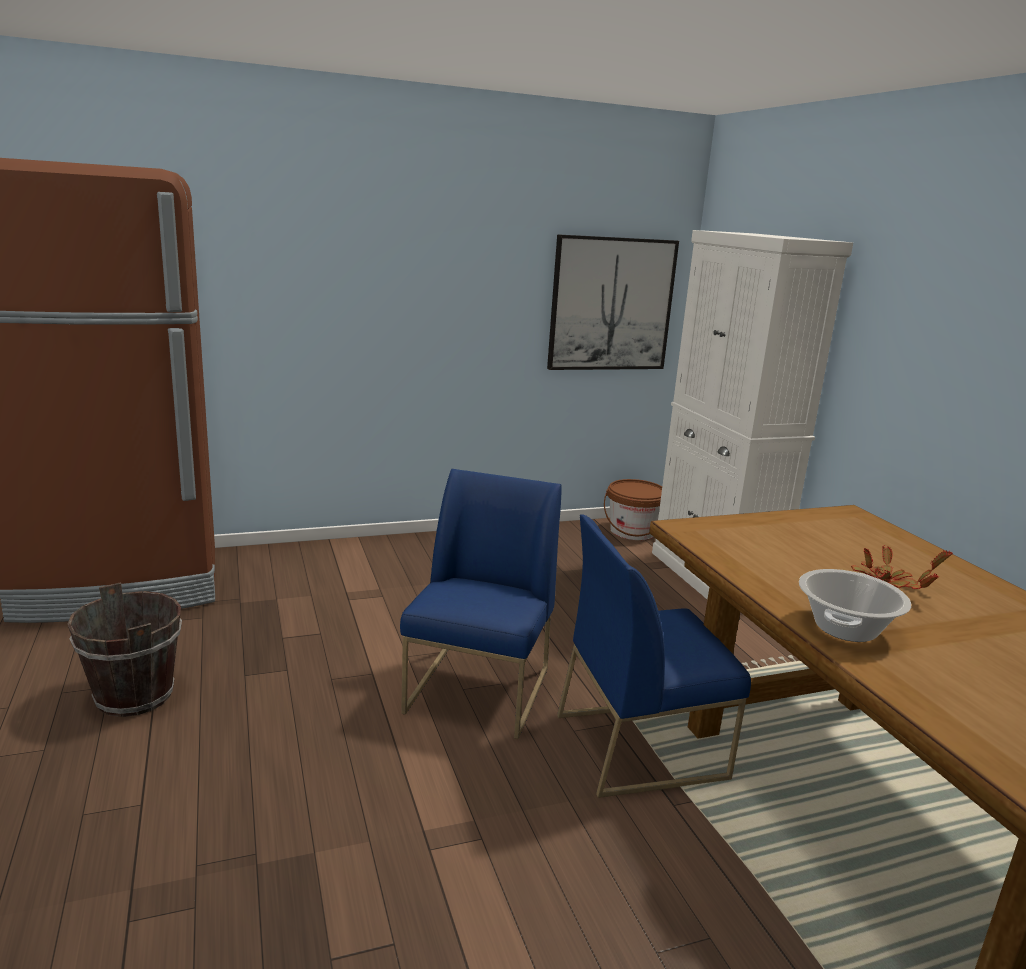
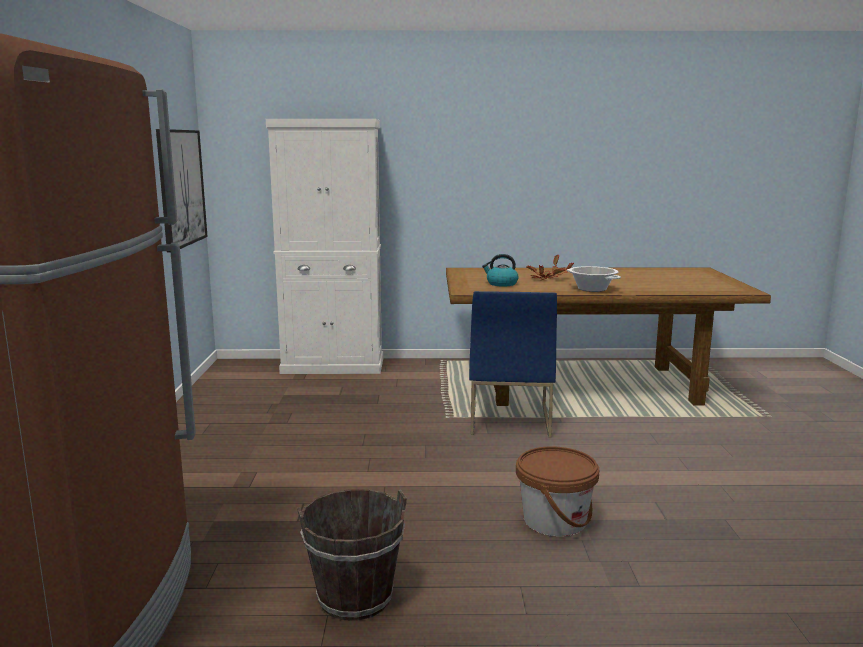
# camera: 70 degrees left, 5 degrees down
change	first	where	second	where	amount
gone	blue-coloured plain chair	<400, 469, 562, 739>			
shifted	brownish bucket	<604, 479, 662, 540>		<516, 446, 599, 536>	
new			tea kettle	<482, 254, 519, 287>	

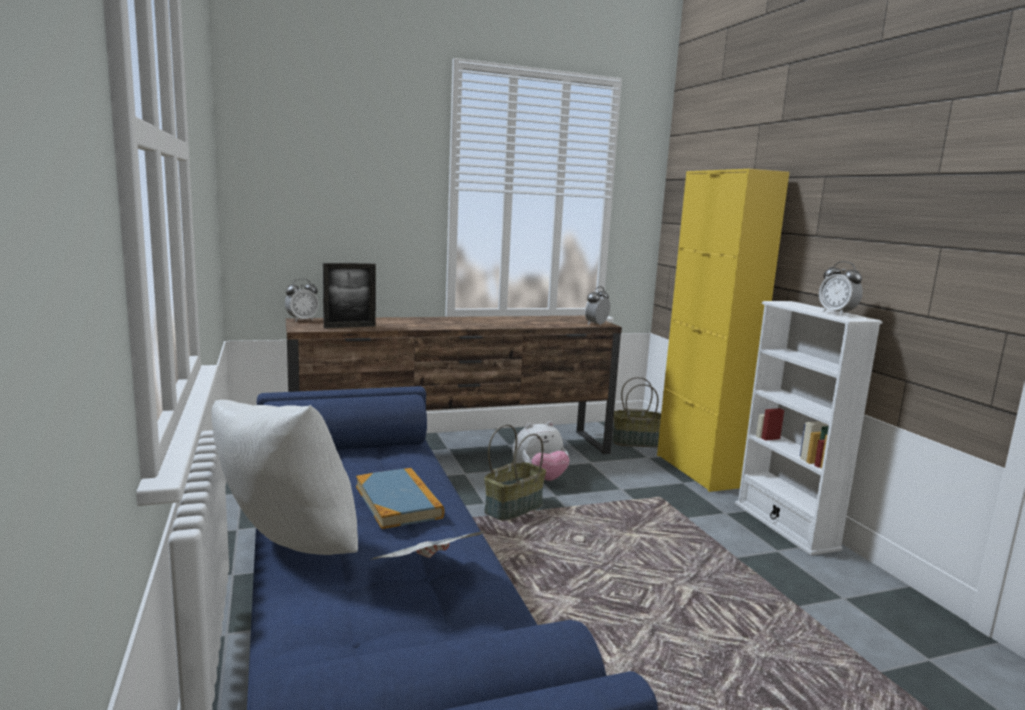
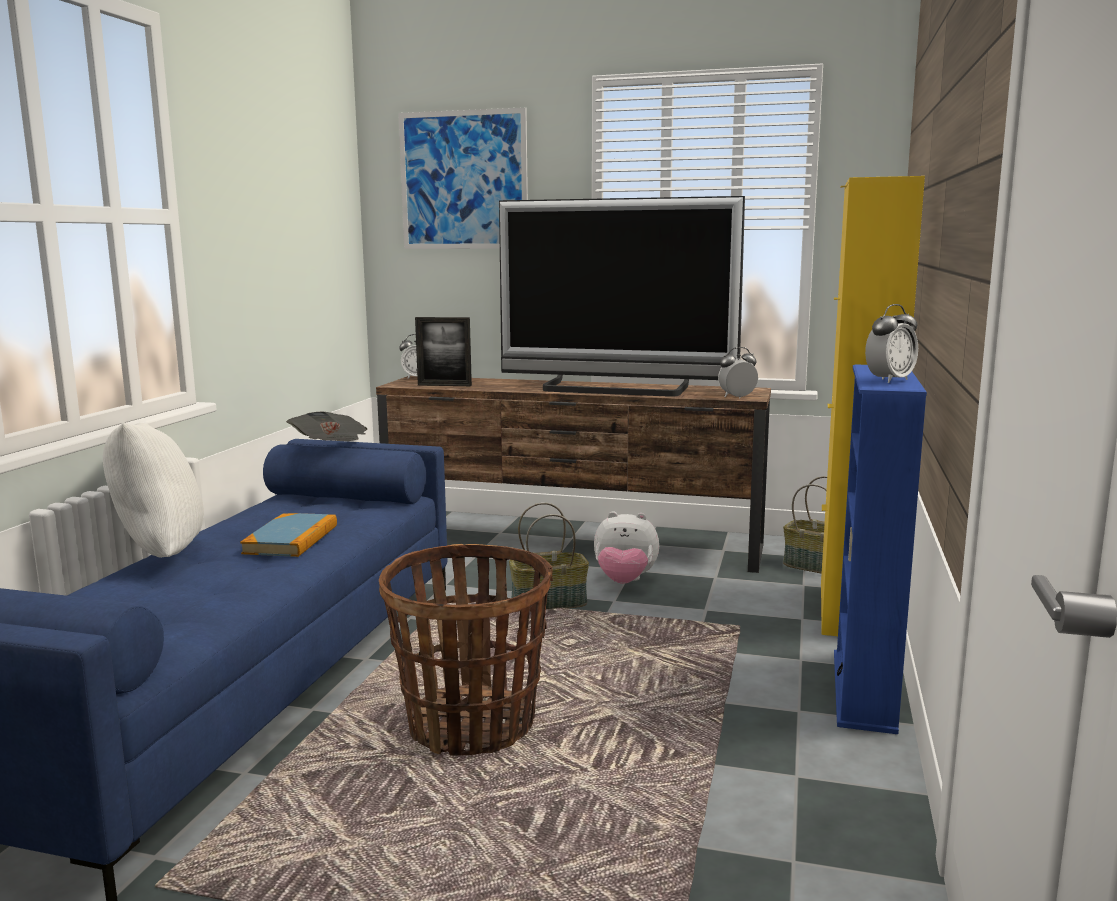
# camera: 35 degrees right, 0 degrees up
change	first	where	second	where	amount
shifted	printed paper	<369, 531, 486, 560>		<286, 412, 368, 441>	
repainted	white shelving unit	<735, 301, 883, 556>	blue-coloured shelving unit	<834, 364, 927, 734>	
rotated	alarm clock	<819, 261, 863, 316>		<865, 304, 918, 383>	135 degrees counterclockwise
new			storage basket	<379, 544, 553, 756>	
new			picture	<398, 107, 528, 249>	
new			TV set	<499, 196, 745, 397>	

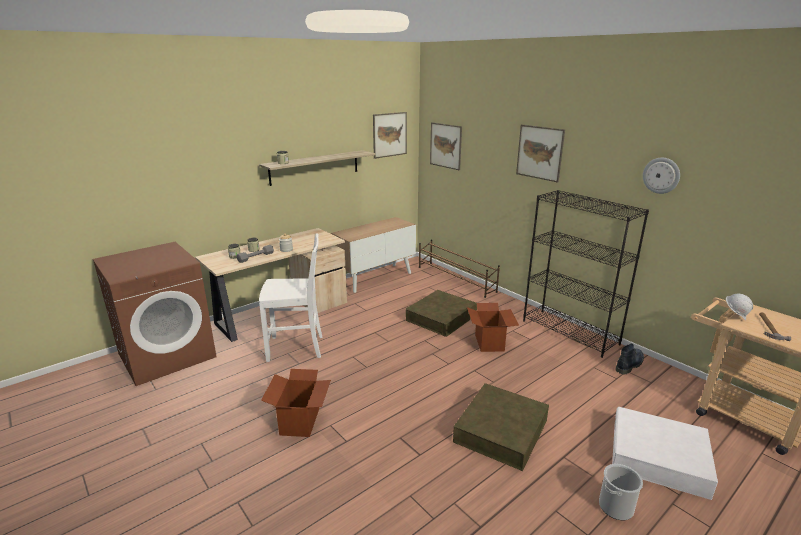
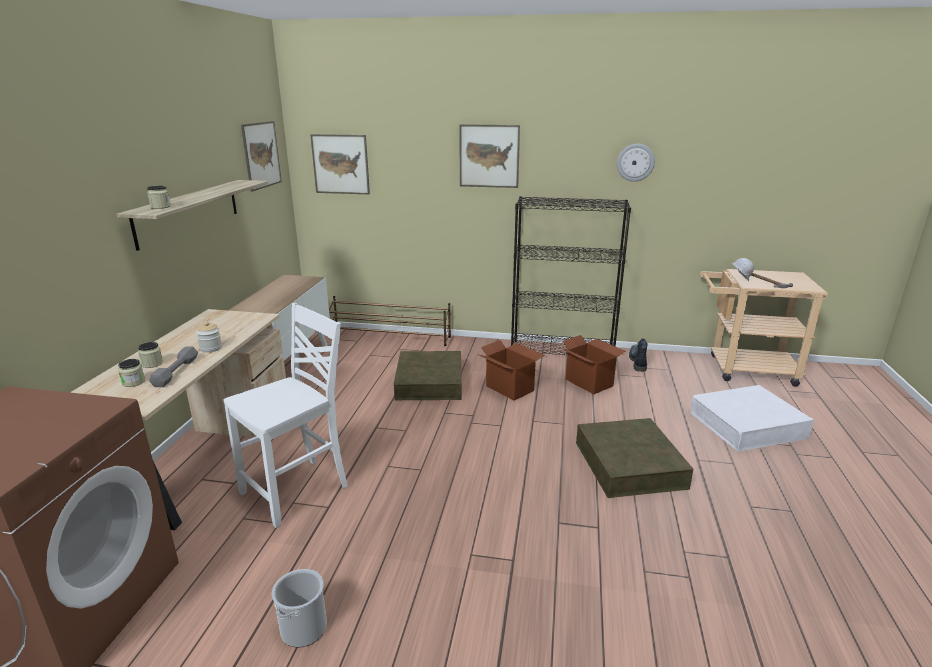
# camera: 40 degrees left, 0 degrees up
change	first	where	second	where	amount
shifted	packing box	<261, 369, 331, 437>		<560, 335, 626, 394>	
shifted	bucket	<599, 464, 643, 520>		<272, 569, 327, 648>	

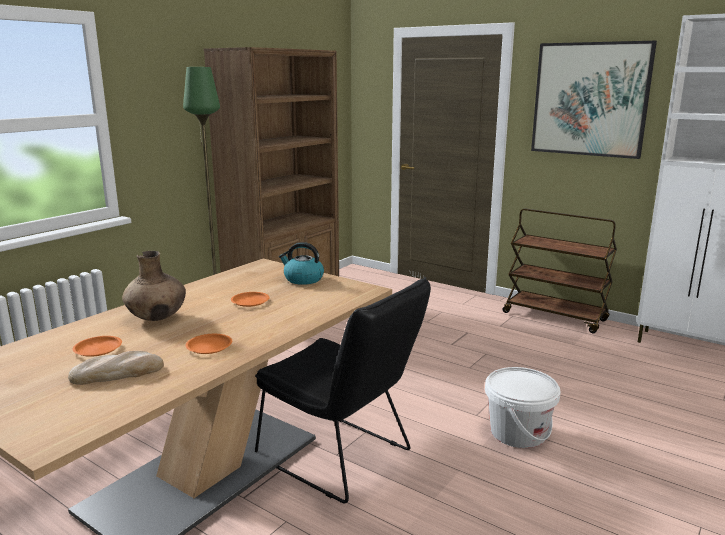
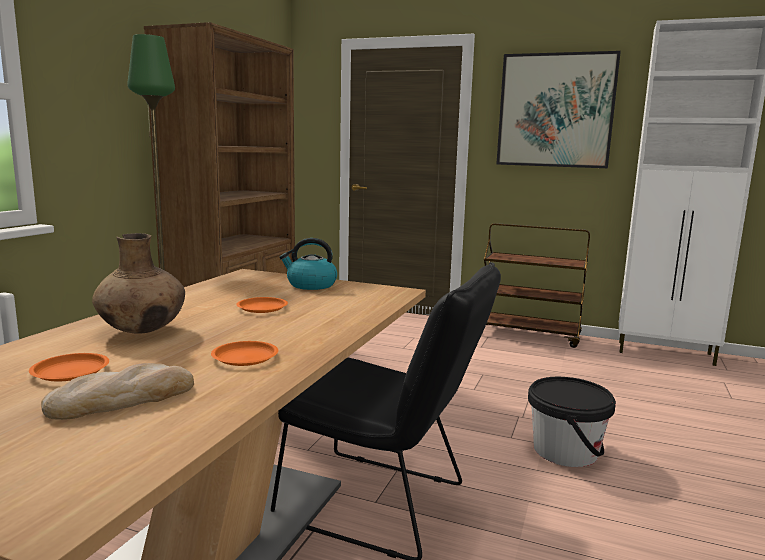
# camera: 15 degrees left, 5 degrees down
change	first	where	second	where	amount
repainted	white bucket	<485, 367, 560, 448>	black-coloured bucket	<528, 377, 616, 467>	

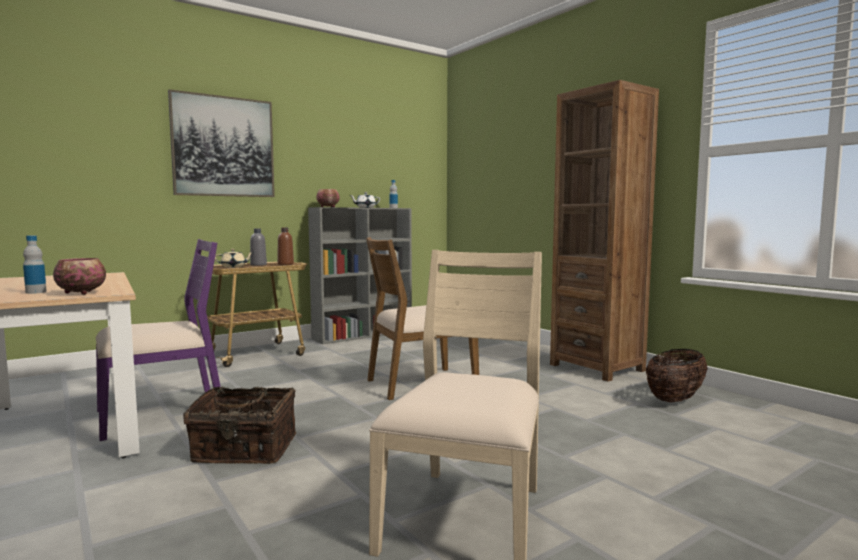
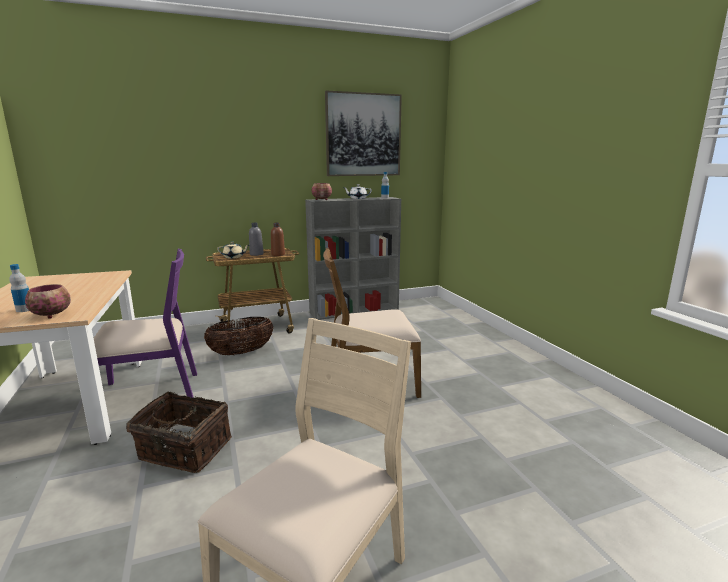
# camera: 15 degrees right, 10 degrees up
change	first	where	second	where	amount
shifted	picture	<168, 89, 275, 197>		<325, 91, 402, 176>	
gone	brownish shelving unit	<550, 80, 659, 381>			
shifted	storage basket	<646, 349, 708, 403>		<204, 317, 274, 355>	

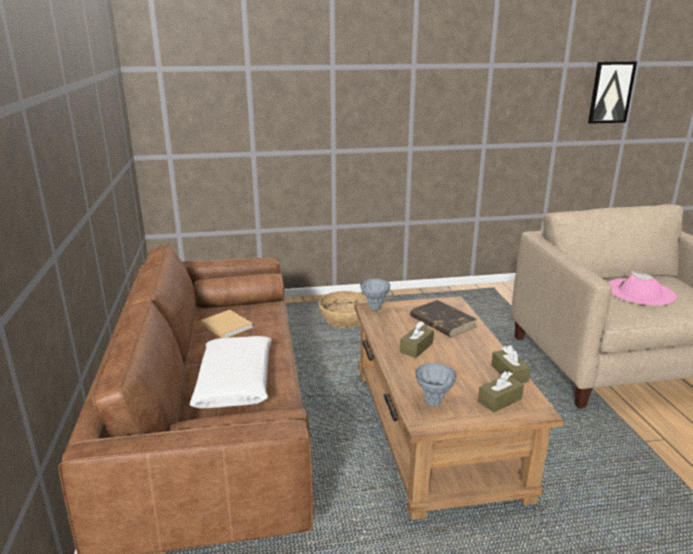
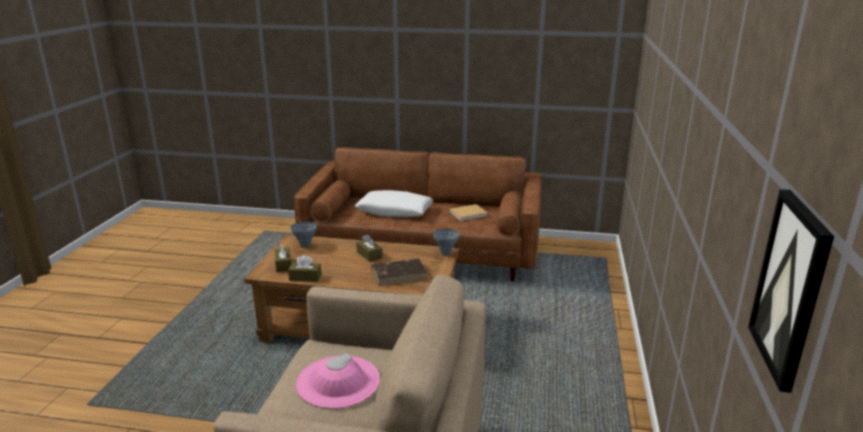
# camera: 110 degrees right, 0 degrees up
change	first	where	second	where	amount
gone	storage basket	<319, 291, 368, 328>			

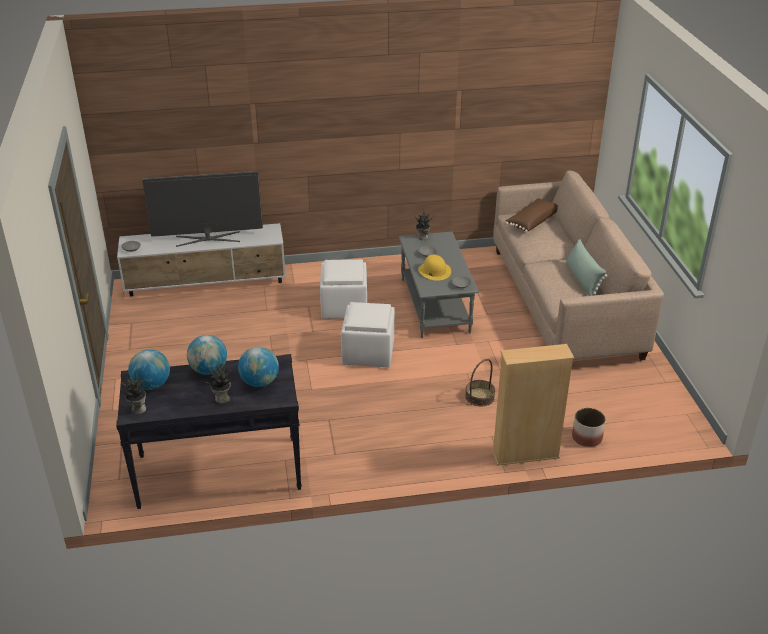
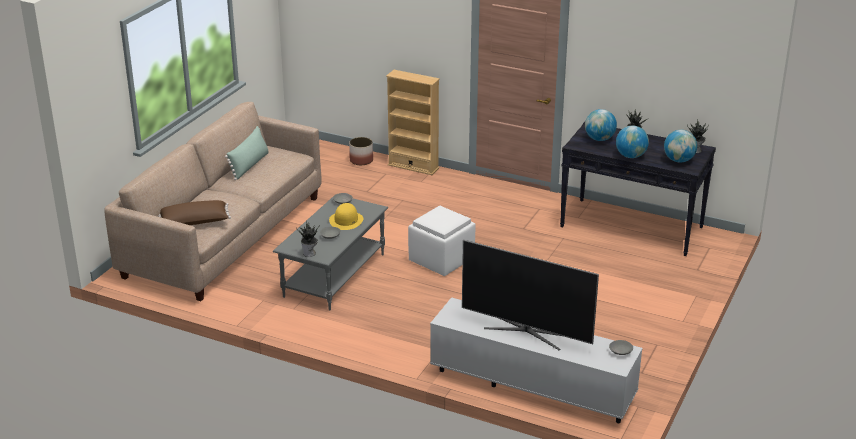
# camera: 145 degrees left, 5 degrees down
change	first	where	second	where	amount
gone	white footrest	<320, 259, 367, 319>			
gone	storage basket	<465, 359, 495, 406>			

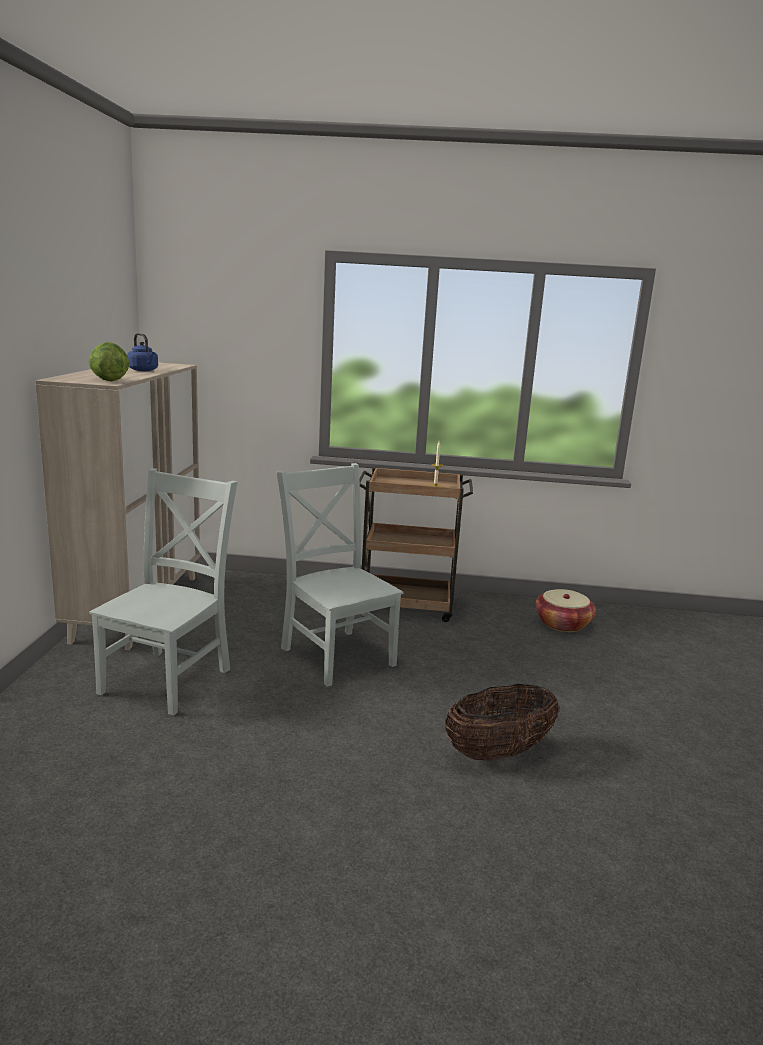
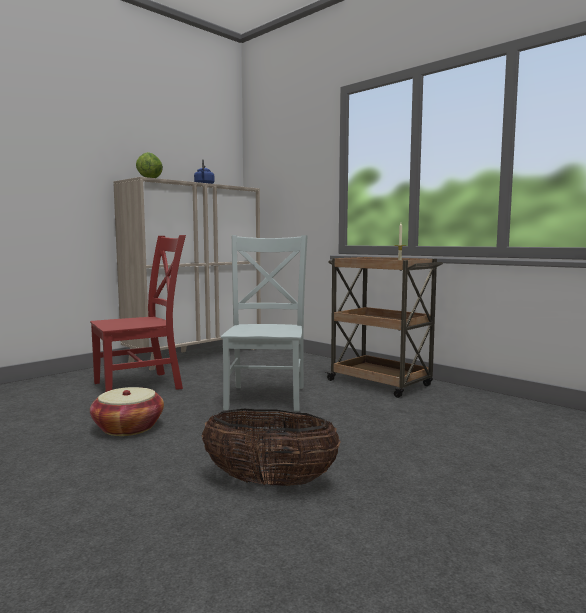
# camera: 40 degrees right, 10 degrees down
change	first	where	second	where	amount
repainted	grey plain chair	<89, 468, 238, 716>	red-coloured plain chair	<90, 235, 186, 392>	
shifted	storage basket	<535, 589, 596, 632>		<90, 387, 164, 436>	

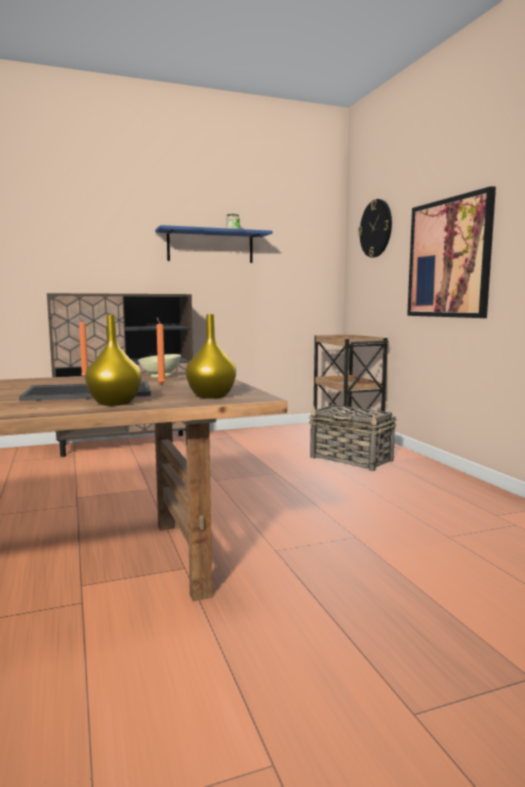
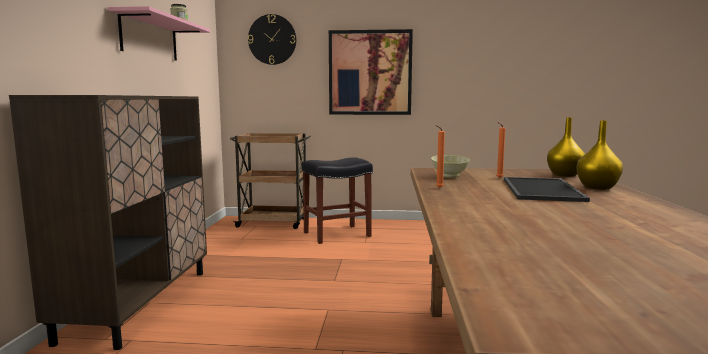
# camera: 65 degrees left, 0 degrees up
change	first	where	second	where	amount
repainted	blue-coloured bracket shelf	<155, 225, 272, 263>	pink-coloured bracket shelf	<108, 6, 211, 61>	
swapped	storage basket	<309, 405, 397, 471>	black-coloured sitting stool	<302, 158, 373, 244>	

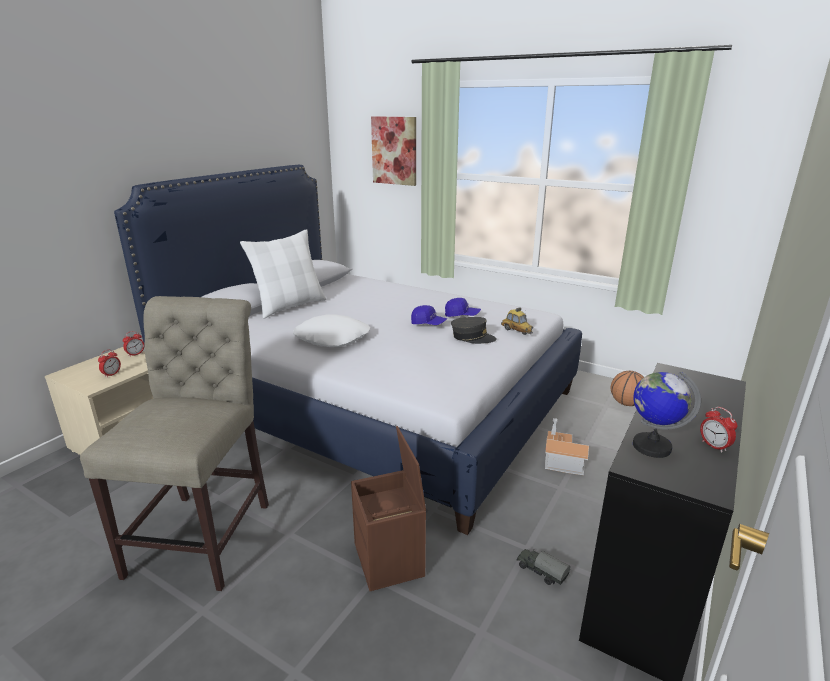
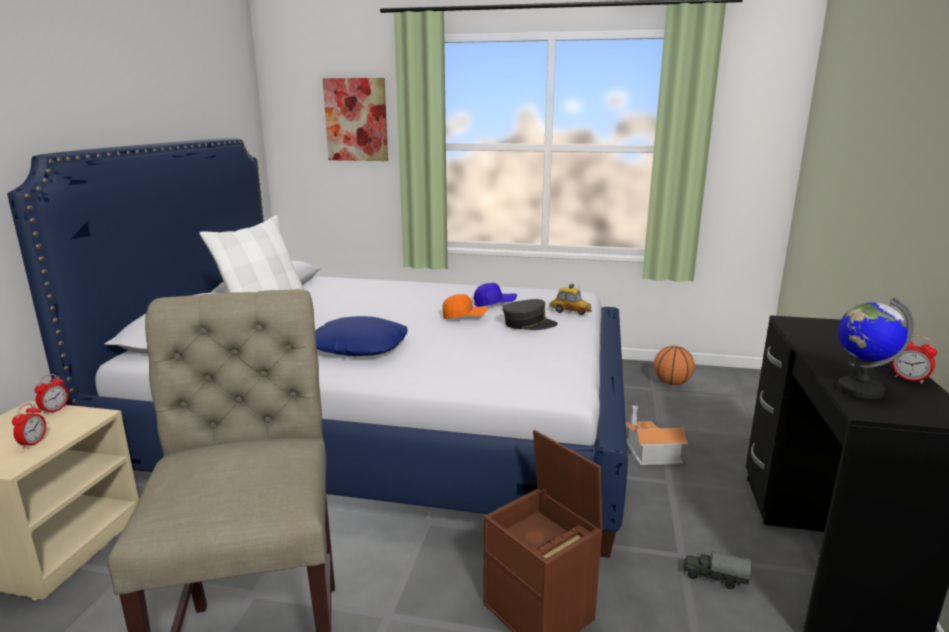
# camera: 20 degrees left, 5 degrees down
change	first	where	second	where	amount
repainted	white throw pillow	<293, 314, 370, 347>	blue-coloured throw pillow	<315, 316, 408, 356>	
repainted	blue-coloured baseball cap	<411, 305, 447, 325>	orange-coloured baseball cap	<442, 294, 489, 319>	

